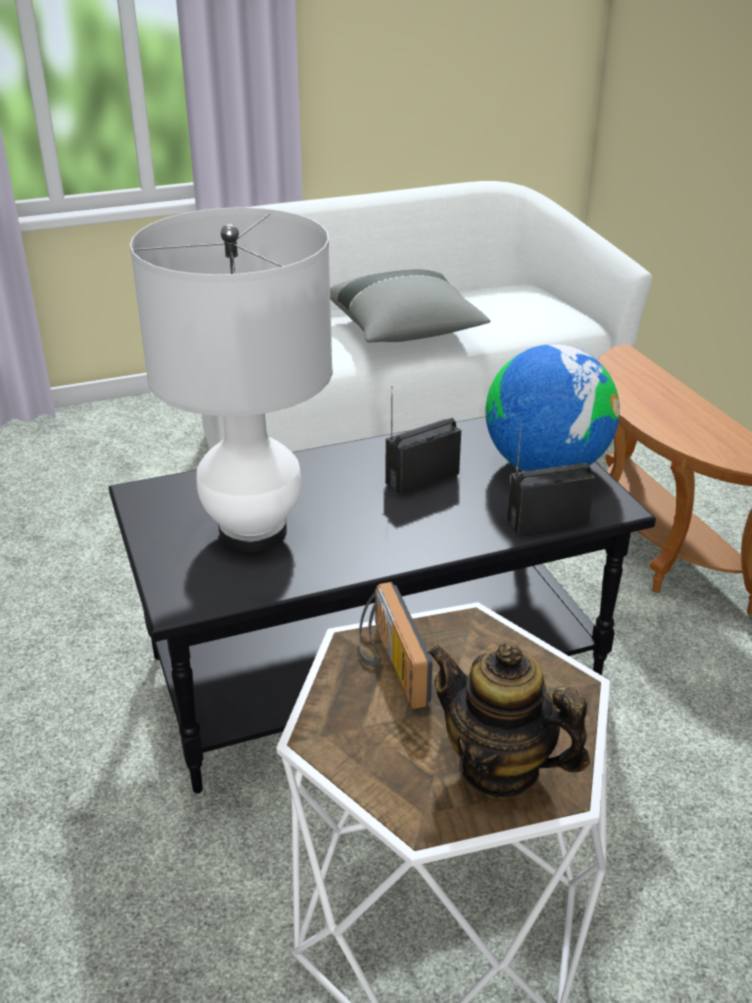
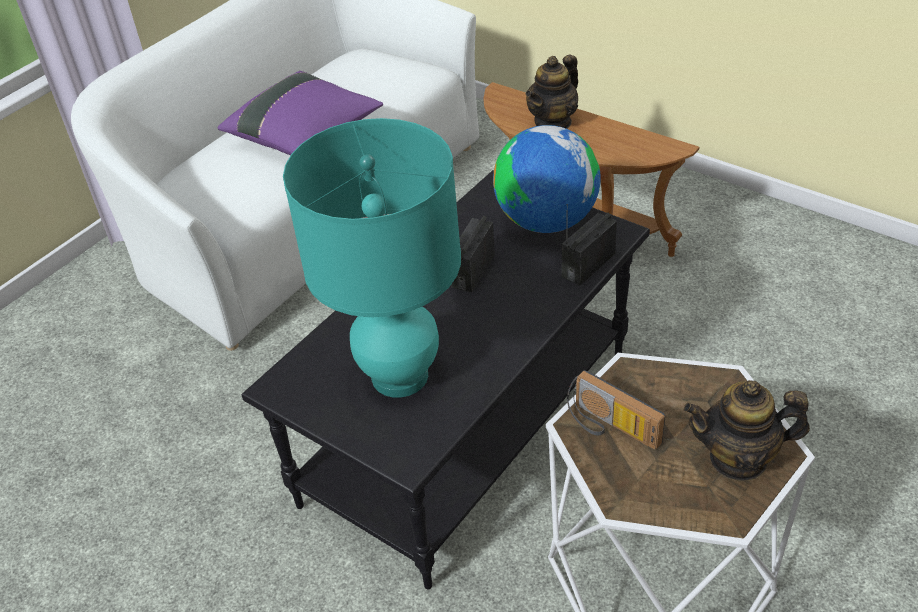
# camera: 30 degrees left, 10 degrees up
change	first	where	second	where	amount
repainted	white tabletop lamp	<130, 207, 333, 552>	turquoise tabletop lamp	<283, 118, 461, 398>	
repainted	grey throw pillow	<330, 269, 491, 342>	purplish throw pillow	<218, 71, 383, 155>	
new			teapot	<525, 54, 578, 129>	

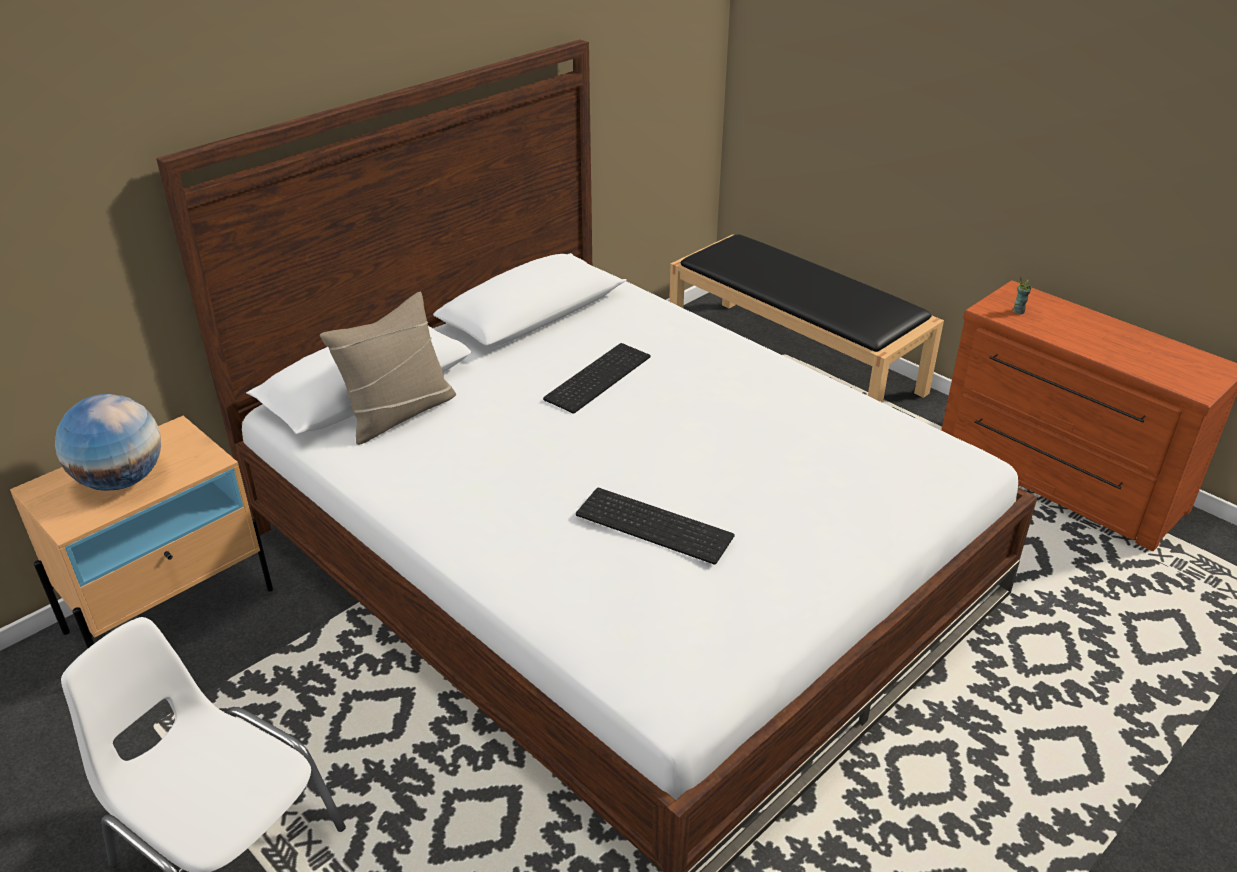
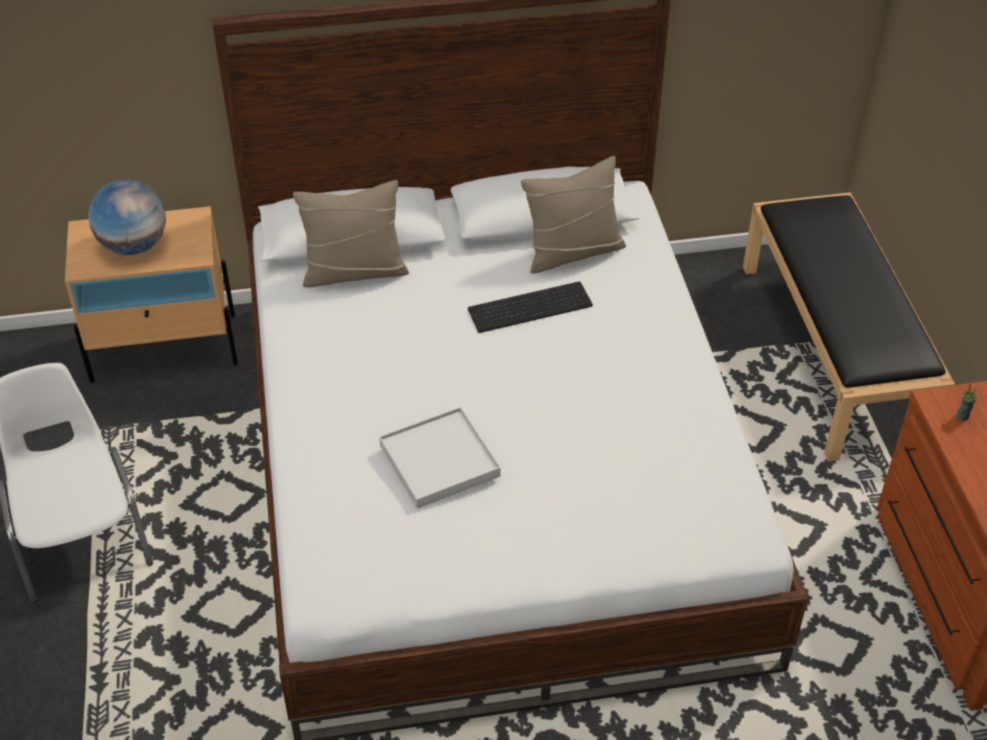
# camera: 35 degrees right, 10 degrees up
change	first	where	second	where	amount
swapped	computer keyboard	<576, 488, 734, 564>	white carrying tray	<379, 407, 501, 509>	
new			beige throw pillow	<521, 156, 626, 274>	

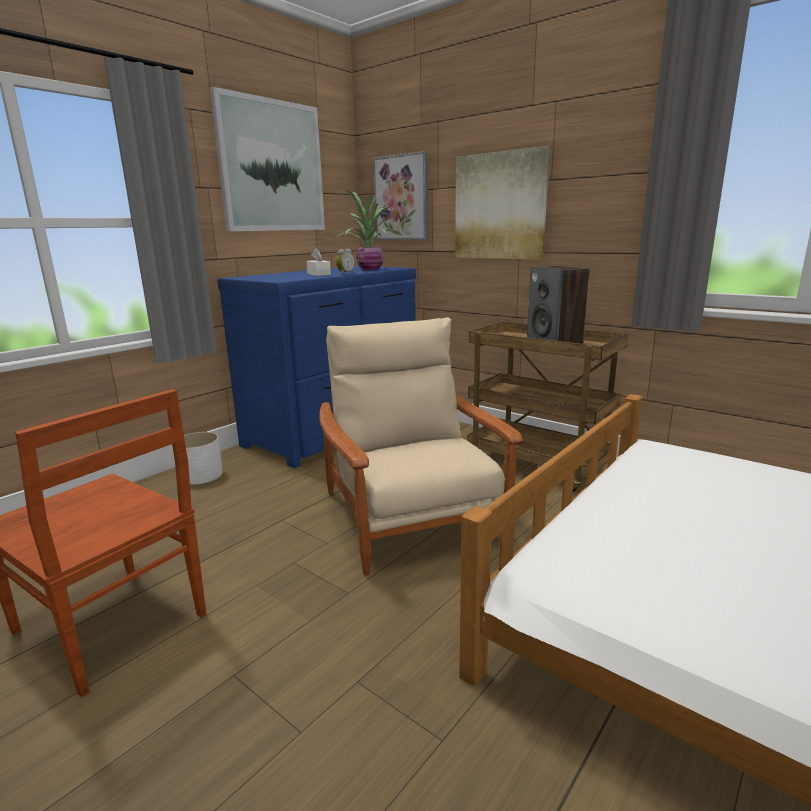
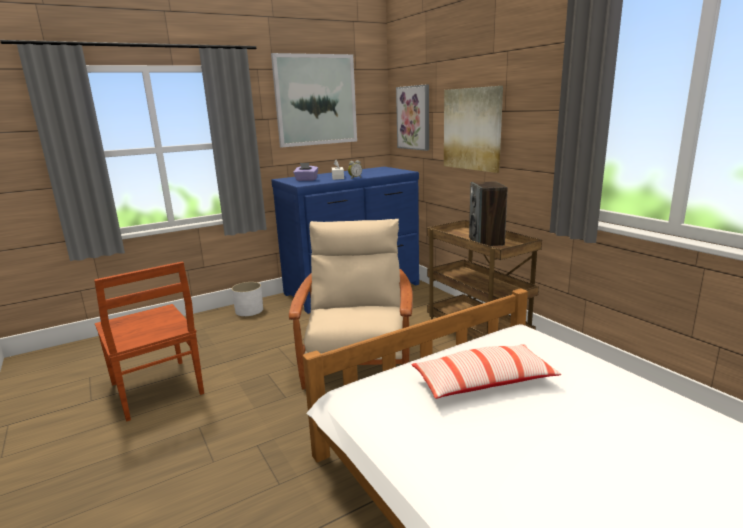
# camera: 20 degrees right, 0 degrees up
change	first	where	second	where	amount
gone	plant in a pot	<327, 190, 404, 270>			
new			purplish tissue box	<293, 163, 318, 181>	
new			throw pillow	<411, 344, 561, 399>	

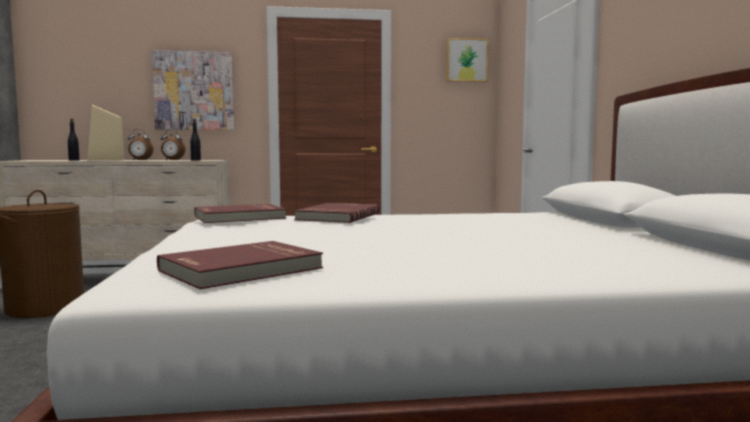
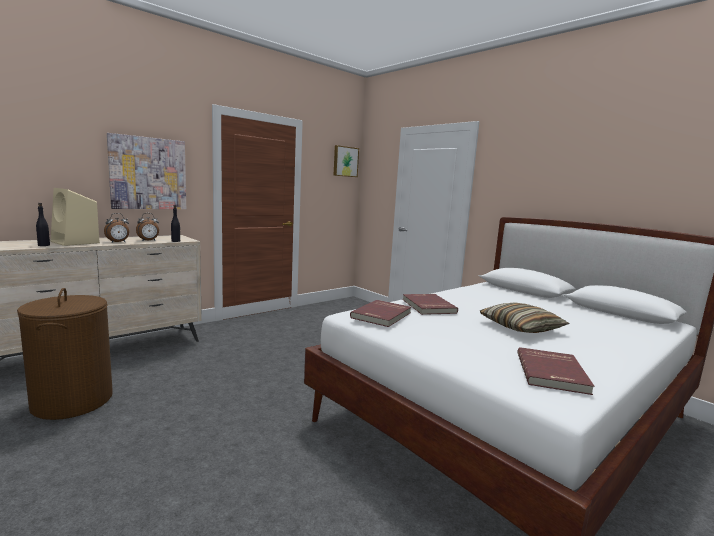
# camera: 35 degrees left, 5 degrees up
change	first	where	second	where	amount
new			throw pillow	<480, 303, 569, 333>	

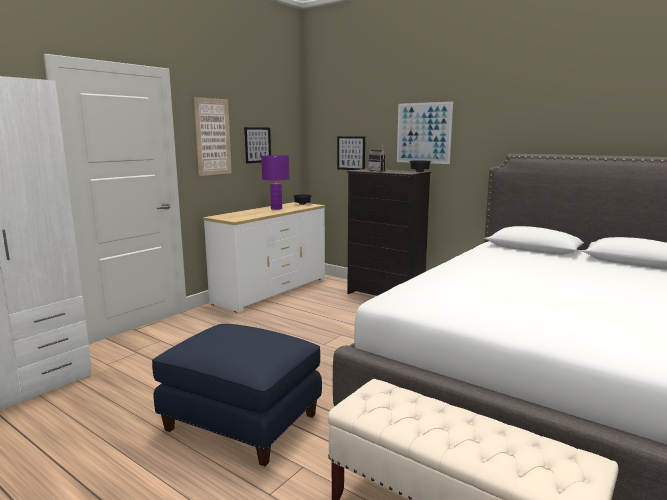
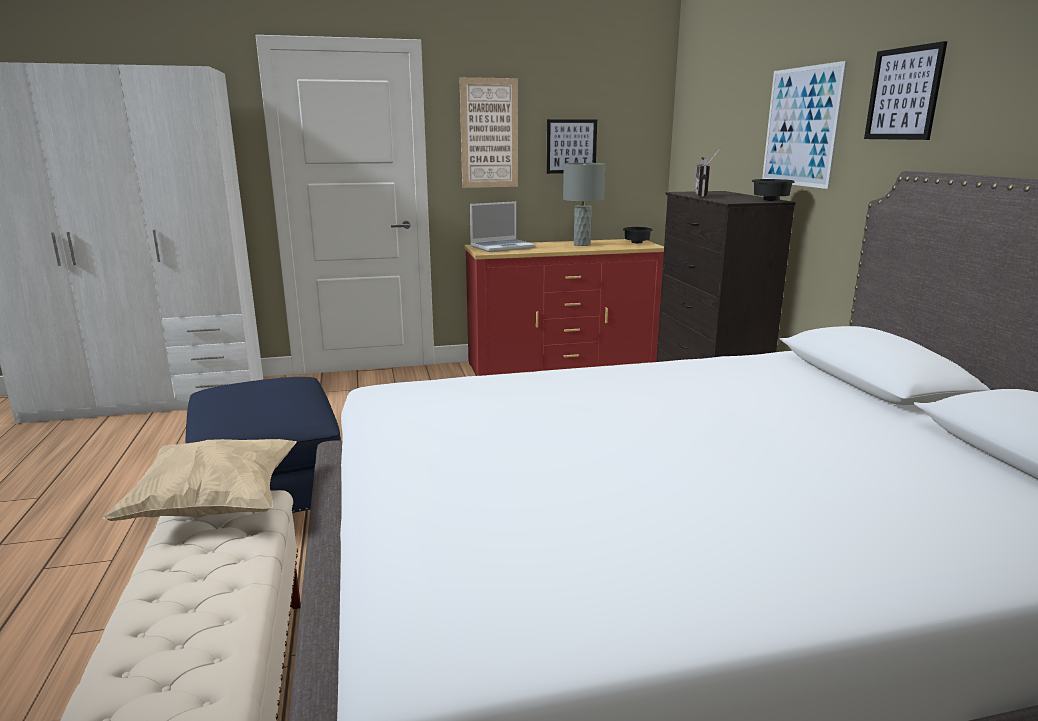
# camera: 40 degrees right, 5 degrees up
change	first	where	second	where	amount
repainted	white dresser	<203, 202, 325, 313>	red-coloured dresser	<465, 239, 664, 376>	
repainted	purplish tabletop lamp	<261, 155, 289, 210>	grey tabletop lamp	<563, 163, 606, 246>	
shifted	picture	<337, 136, 365, 170>		<864, 41, 948, 140>	
new			beige throw pillow	<103, 439, 297, 521>	
new			portable computer	<470, 201, 535, 252>	

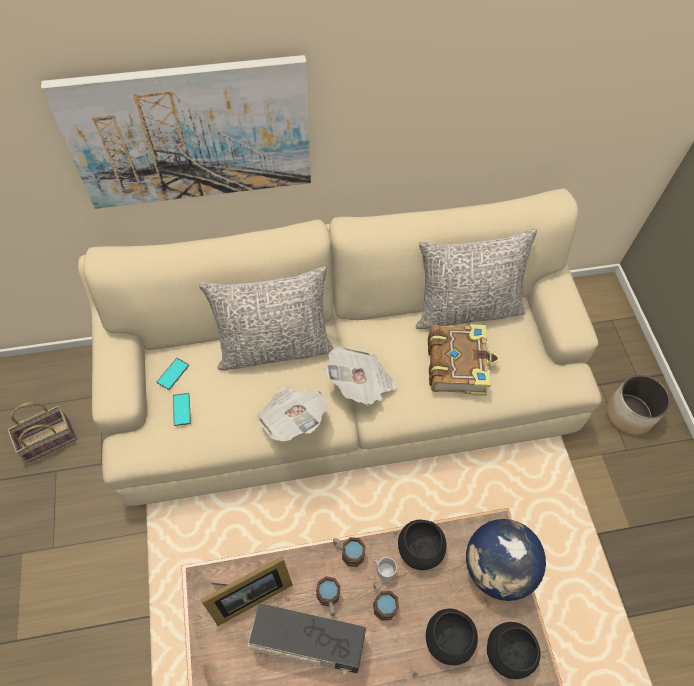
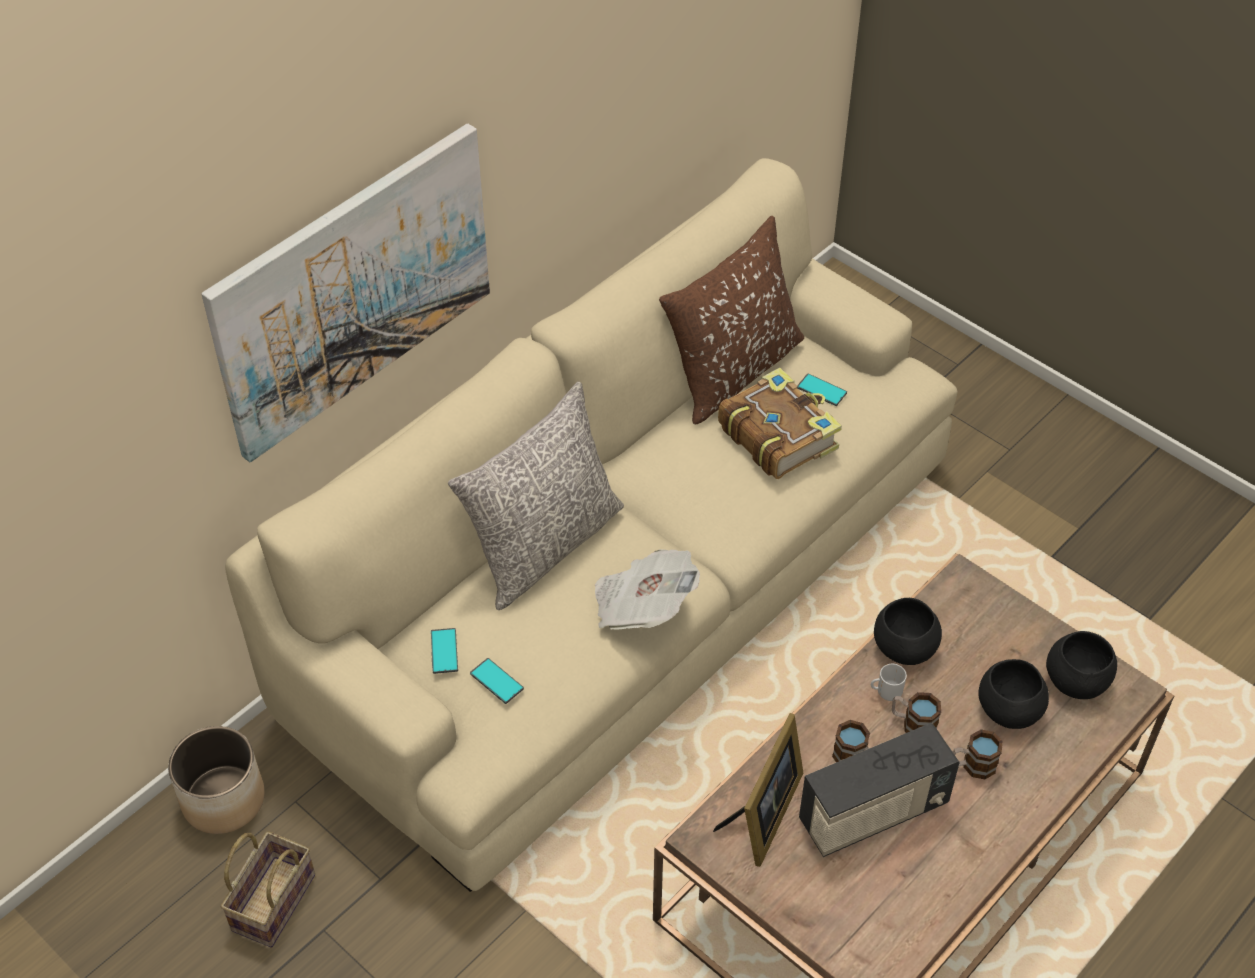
# camera: 35 degrees left, 10 degrees down
change	first	where	second	where	amount
gone	printed paper	<324, 346, 397, 406>			
shifted	mug	<333, 537, 366, 567>		<953, 729, 1003, 779>	
repainted	grey throw pillow	<416, 228, 537, 329>	brownish throw pillow	<659, 216, 804, 425>	
gone	desk globe	<466, 519, 546, 601>			
shifted	plant pot	<606, 375, 671, 435>		<168, 726, 265, 834>	
new			phone	<797, 373, 847, 406>	

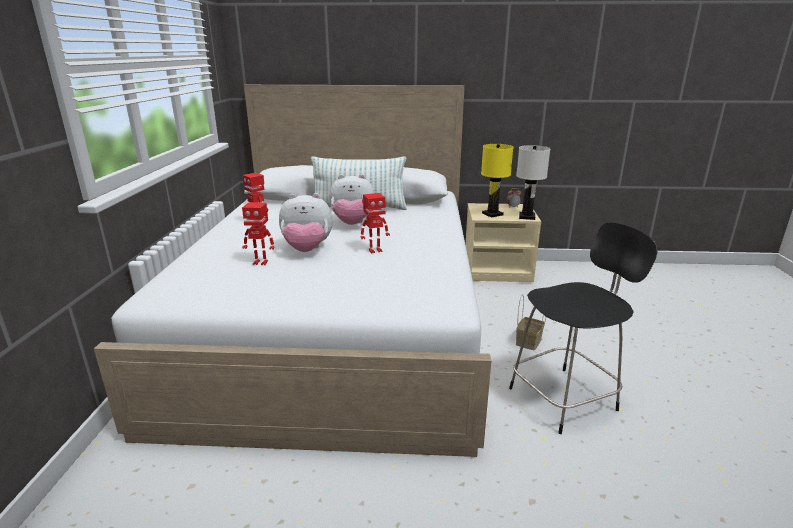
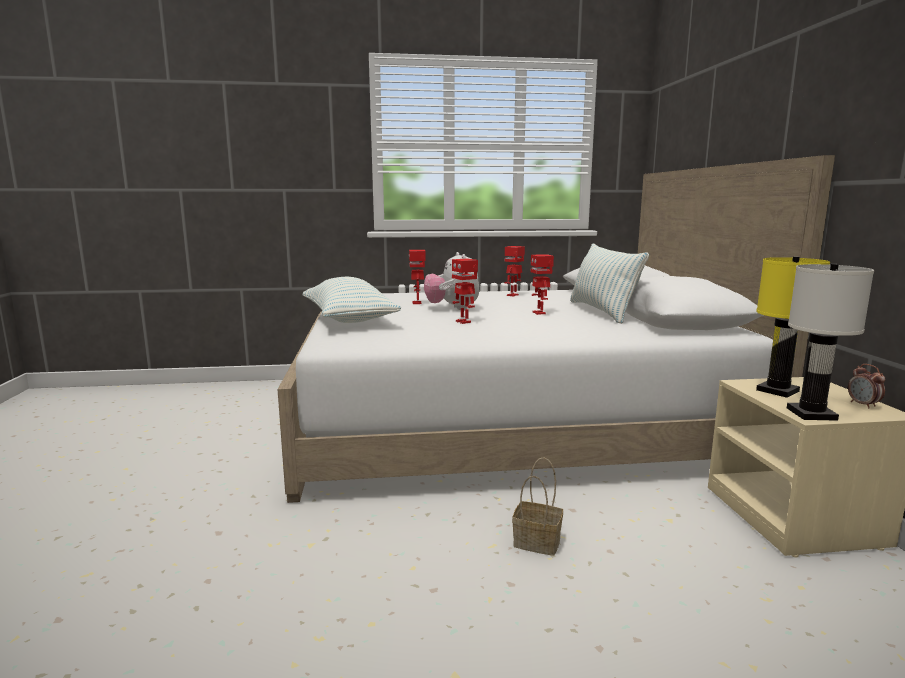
# camera: 80 degrees right, 10 degrees down
change	first	where	second	where	amount
swapped	cuddly toy	<329, 174, 375, 225>	toy robot	<530, 254, 554, 315>	
gone	black-coloured plain chair	<509, 222, 657, 434>			
new			throw pillow	<302, 277, 401, 323>	

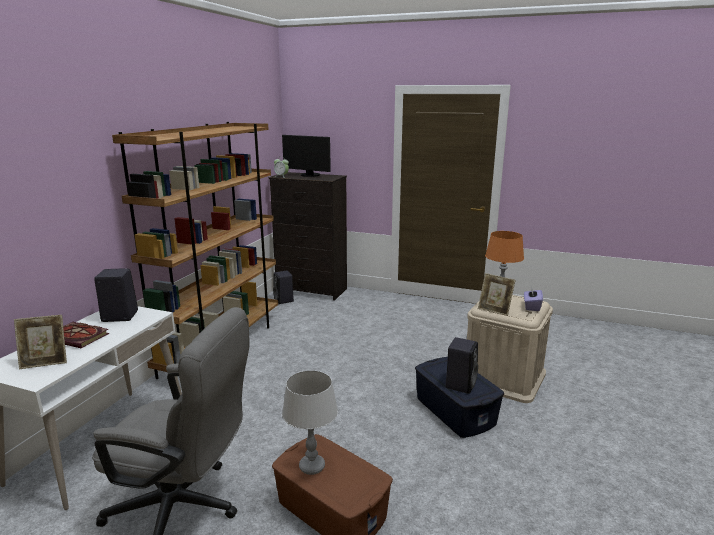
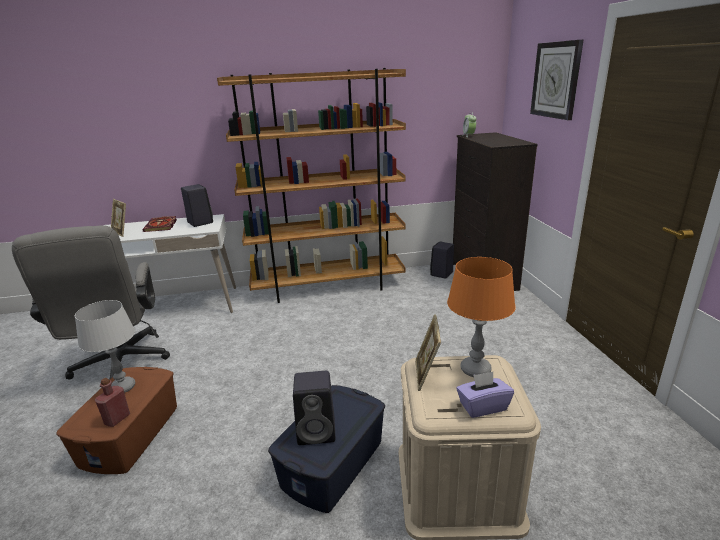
# camera: 60 degrees right, 5 degrees up
change	first	where	second	where	amount
gone	monitor	<282, 135, 331, 177>			
new			red-coloured bottle	<95, 378, 130, 427>	
new			clock on the wall	<530, 40, 583, 120>	

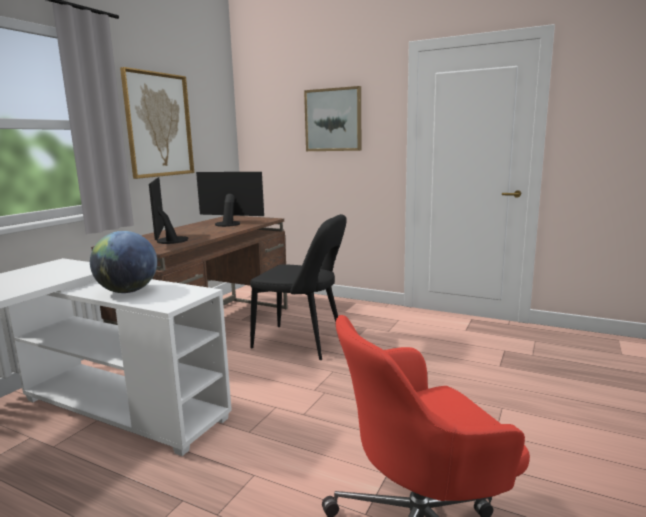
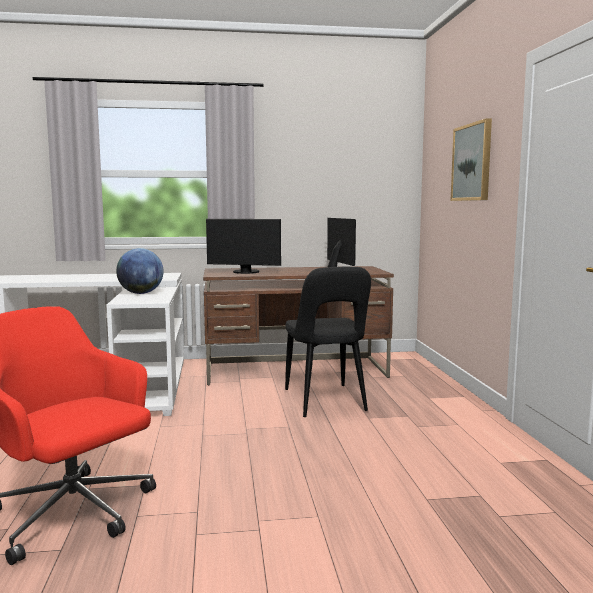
# camera: 55 degrees right, 5 degrees down
change	first	where	second	where	amount
gone	picture	<120, 67, 194, 179>			
rotated	monitor	<149, 177, 188, 244>		<206, 219, 281, 274>	120 degrees counterclockwise

